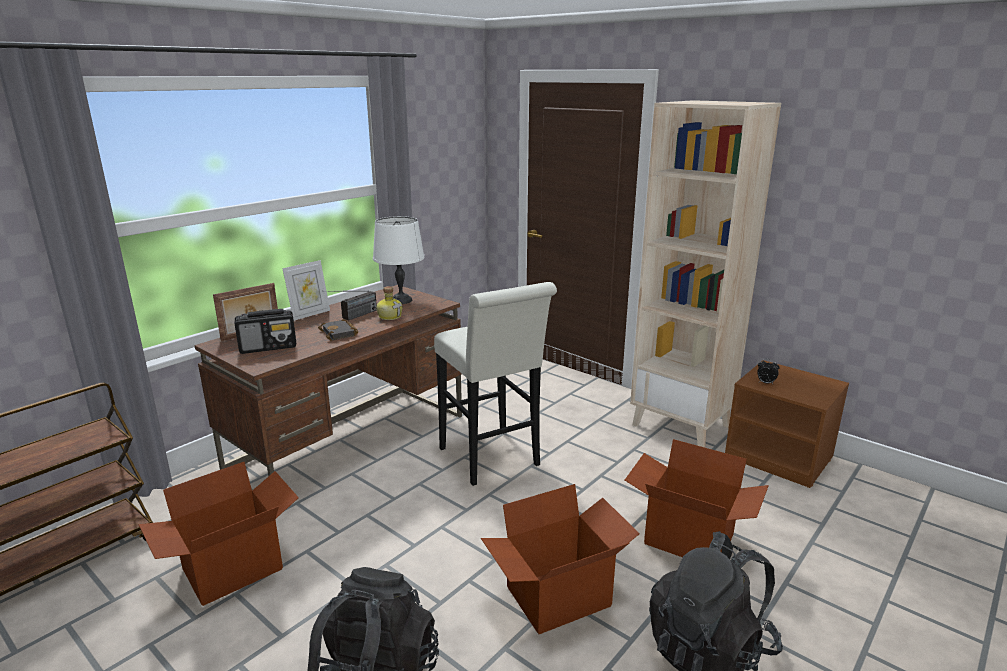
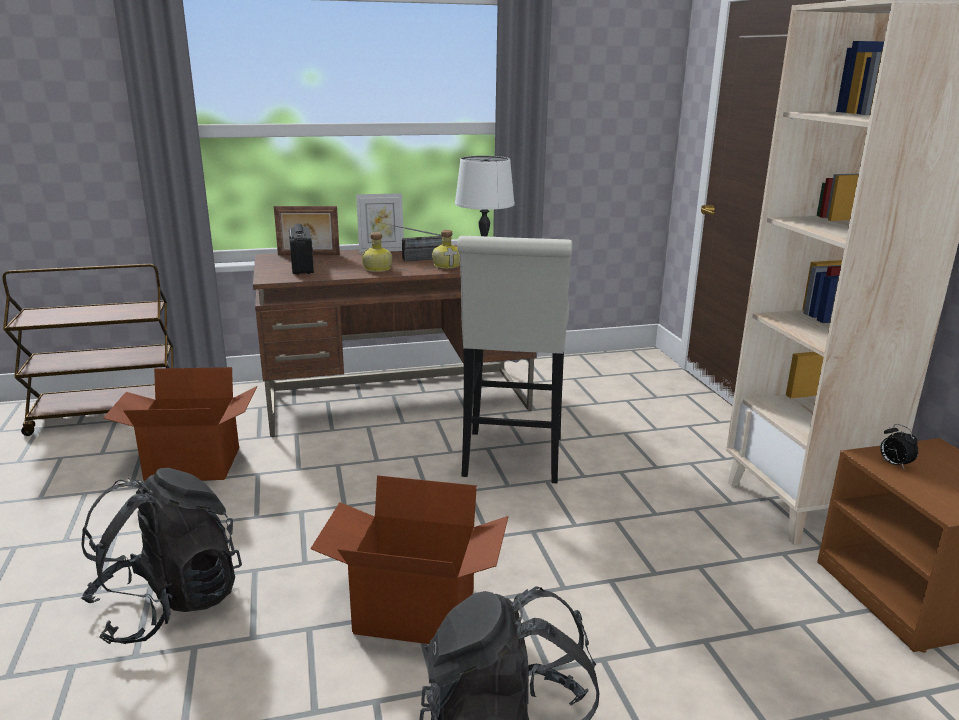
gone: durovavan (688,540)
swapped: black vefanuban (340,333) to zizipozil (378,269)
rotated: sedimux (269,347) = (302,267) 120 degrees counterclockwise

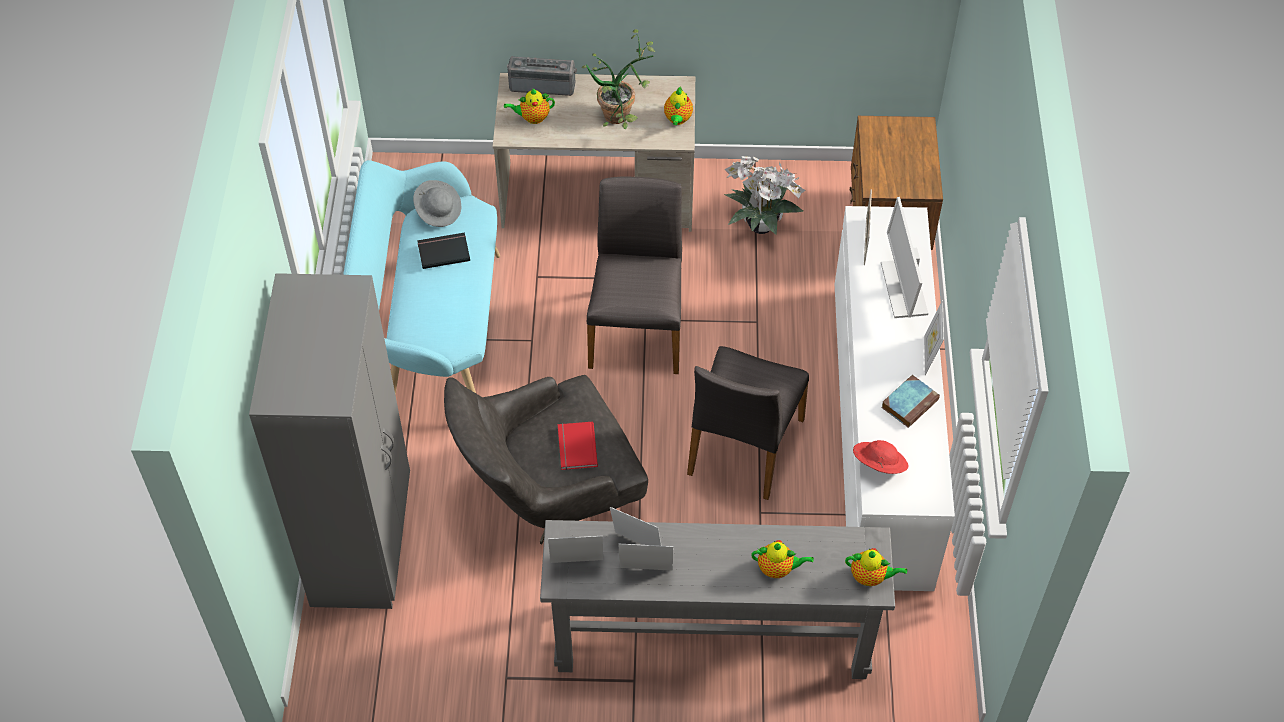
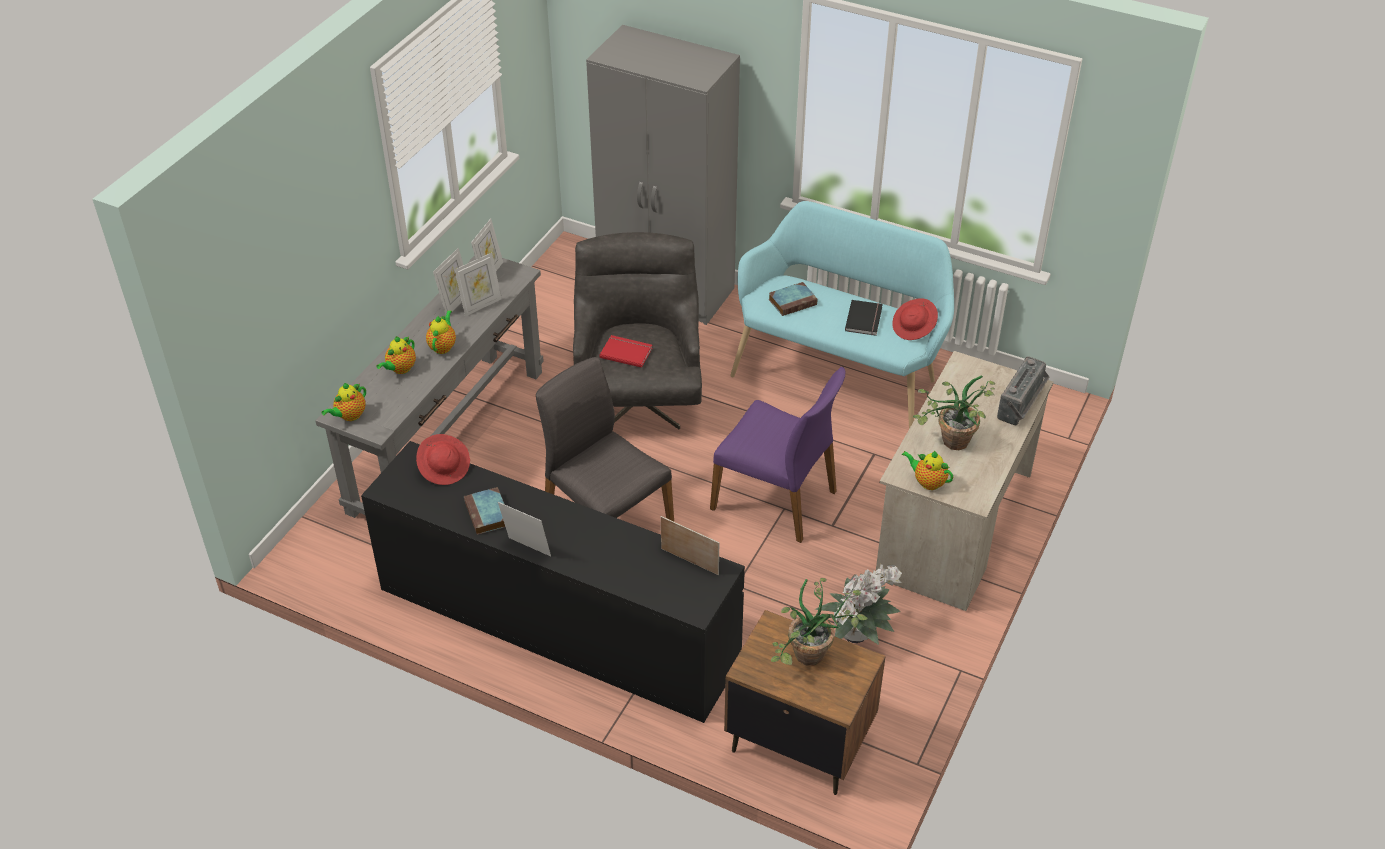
gone: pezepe (903,288)
new: vefanuban (793,301); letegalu (809,661)
shifted: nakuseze (532,118) to (443,346)
repainted: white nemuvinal (881,432) to black nemuvinal (557,624); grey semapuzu (637,329) to purple semapuzu (776,499); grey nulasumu (438,211) to red nulasumu (914,328)

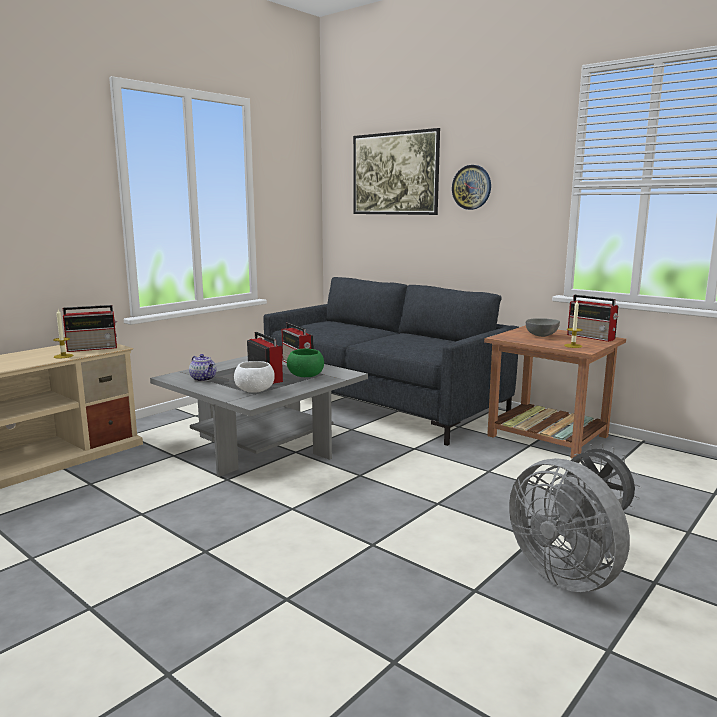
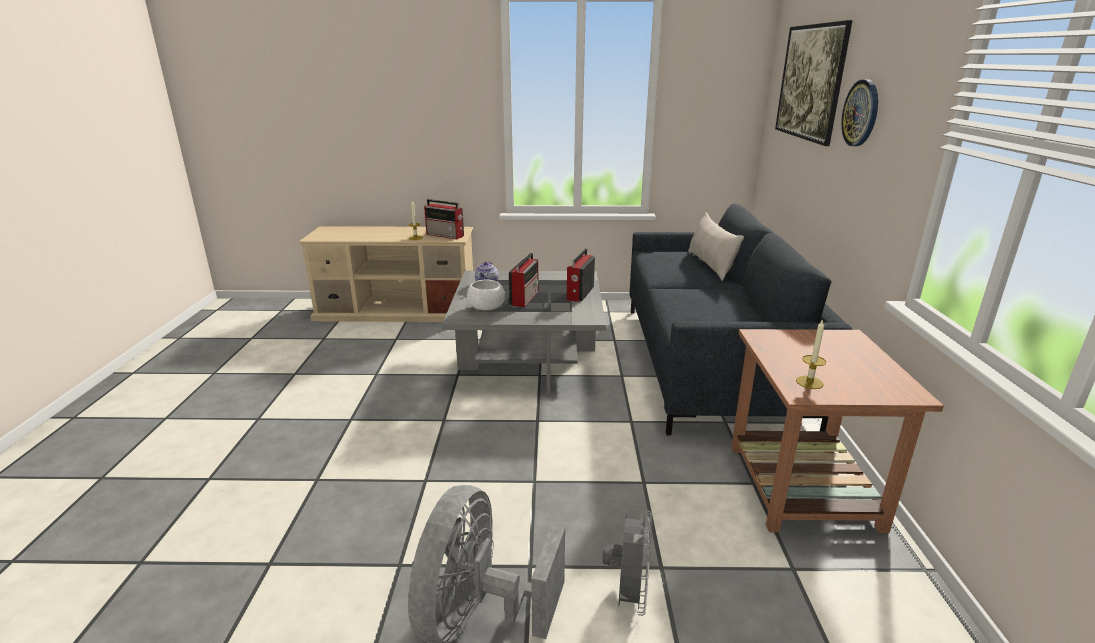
gone: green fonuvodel (306,376); grey fonuvodel (542,336); sedimux (592,337)
new: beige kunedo (710,265)

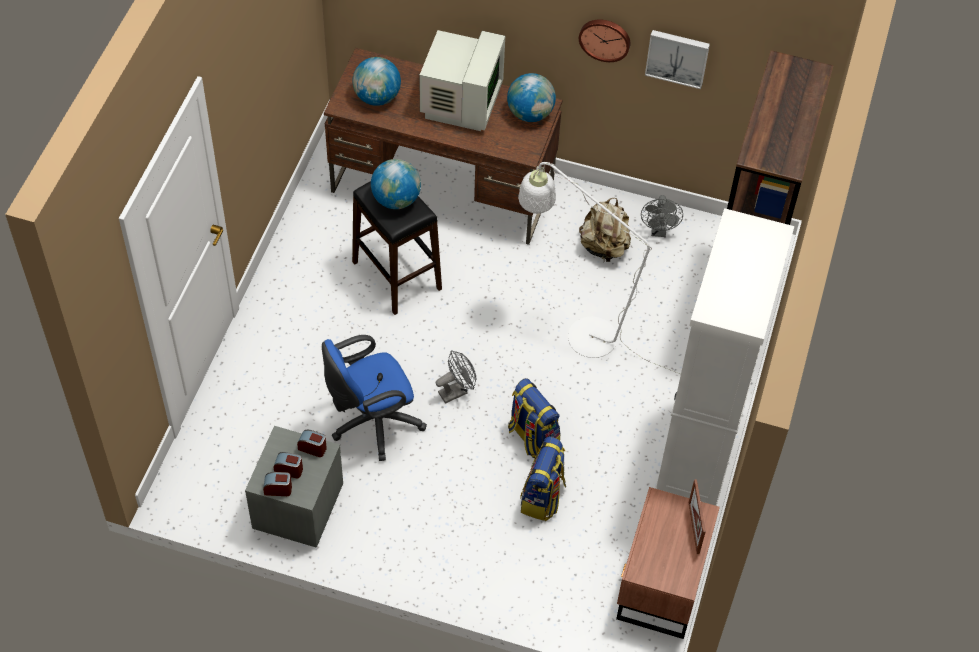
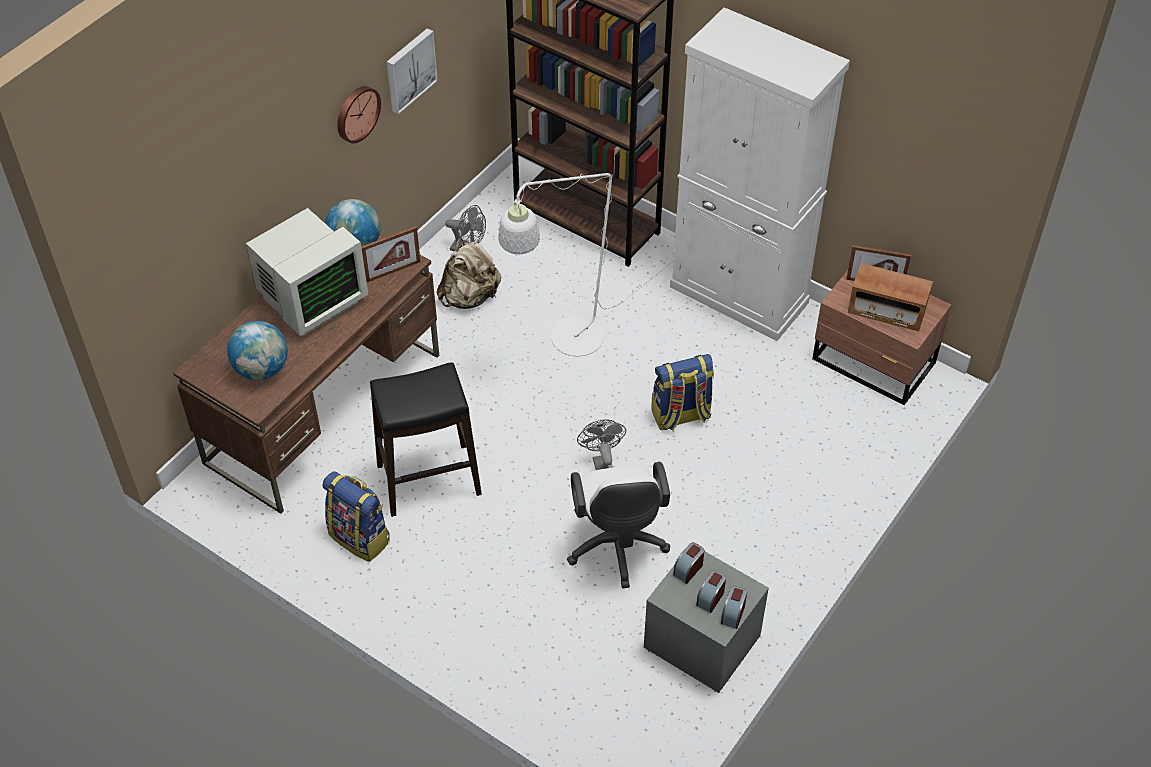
gone: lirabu (396,199)
new: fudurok (393,271); sedimux (886,311)
shifted: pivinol (543,497) to (360,537)
repainted: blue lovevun (372,423) to white lovevun (616,548)
rotated: pezepe (460,103) = (310,299) 105 degrees clockwise

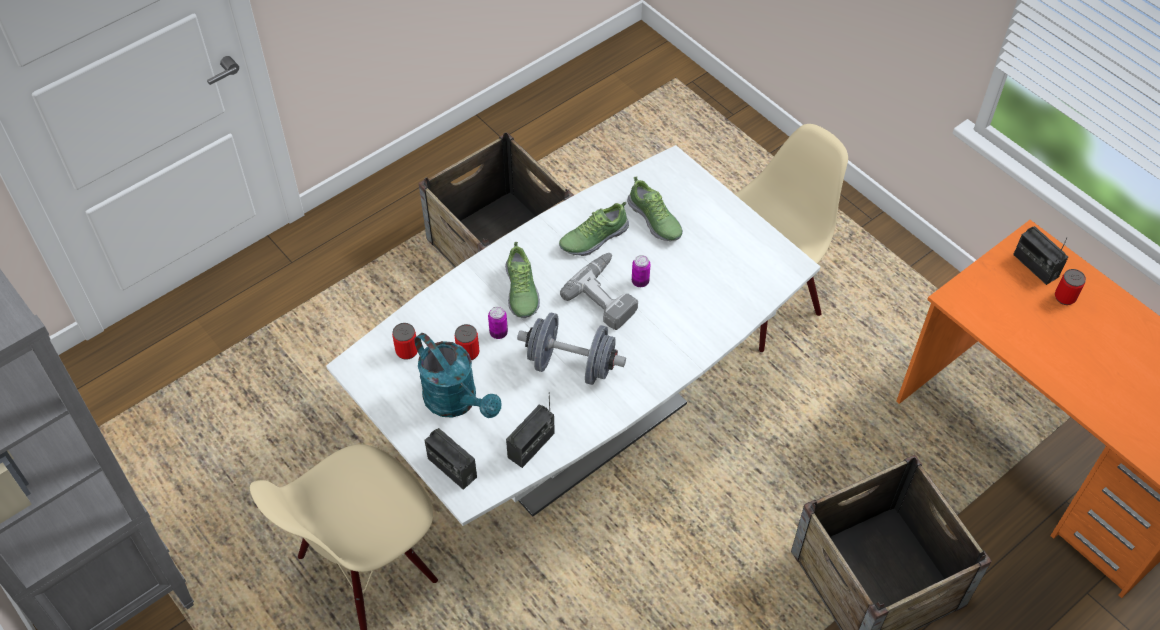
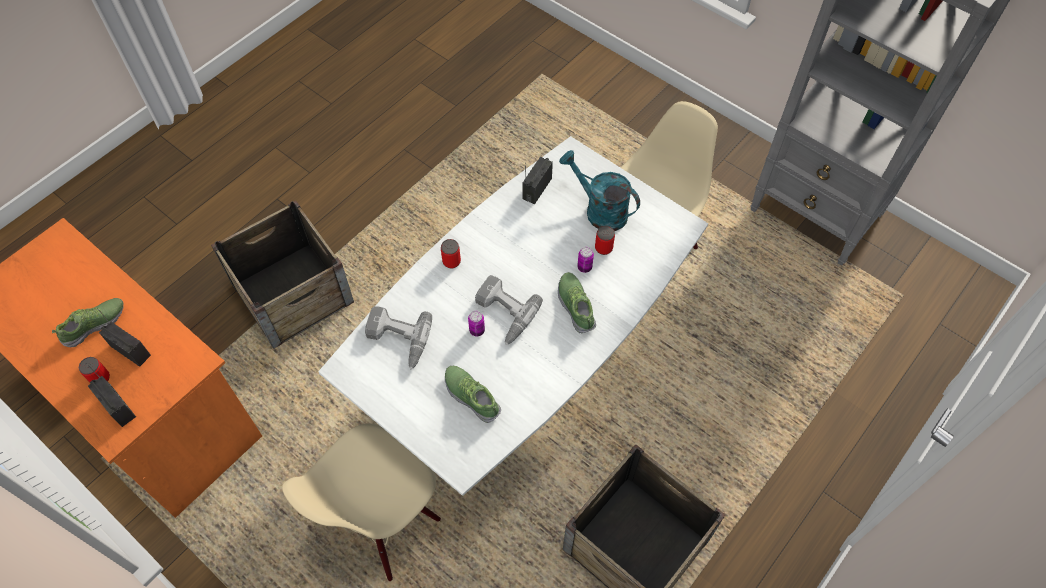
gone: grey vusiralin (571,365)
new: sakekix (397,340)
shifted: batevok (593,238) to (95,325); sedimux (452,468) to (131,350); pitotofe (407,351) to (451,261)

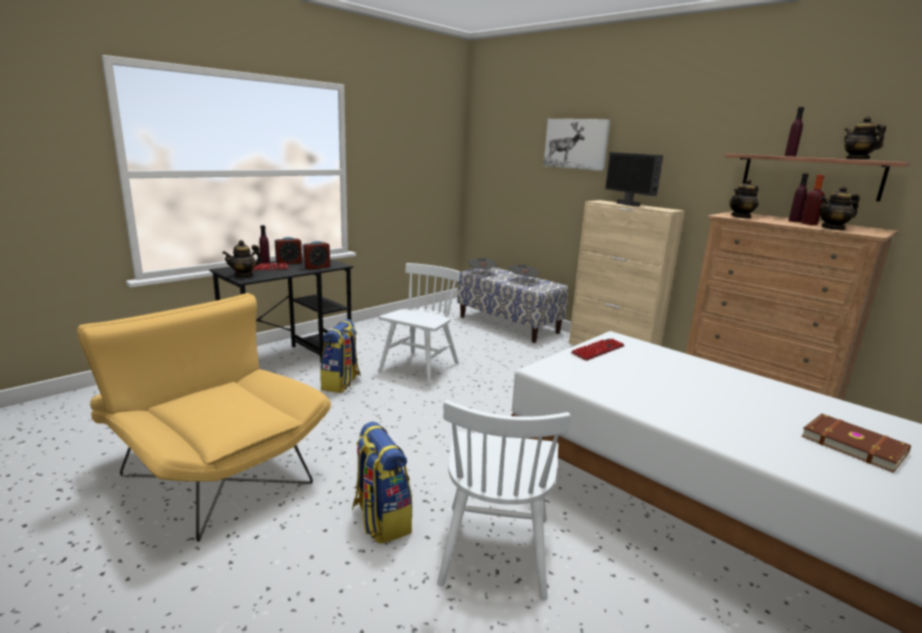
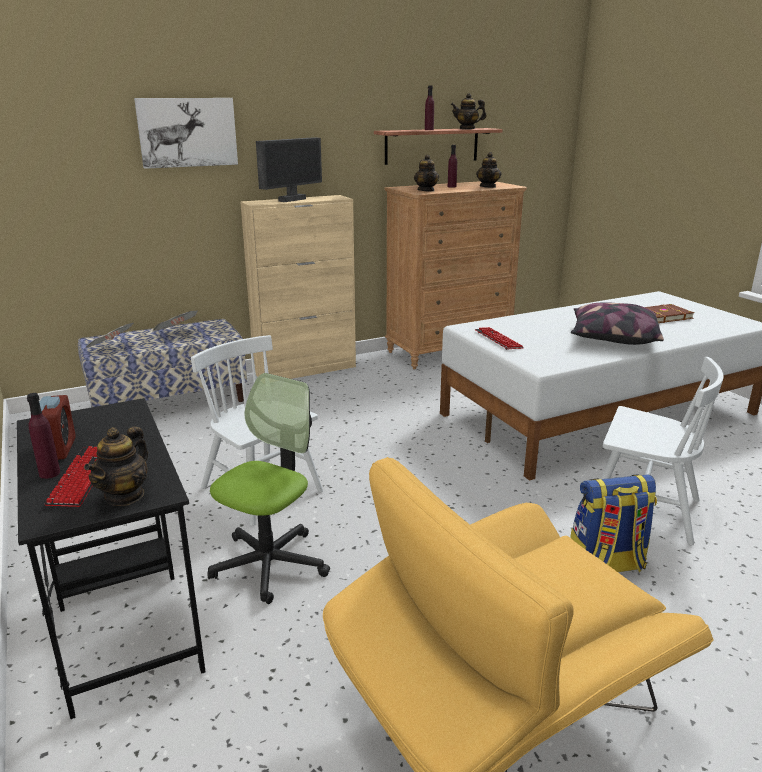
gone: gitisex (316,267); zizipozil (808,224)
new: kunedo (612,338)
swapped: pivinol (341,383) to lovevun (270,564)
rotated: nakuseze (244,275) = (124,495) 45 degrees clockwise; pezepe (628,204) = (291,200) 45 degrees counterclockwise

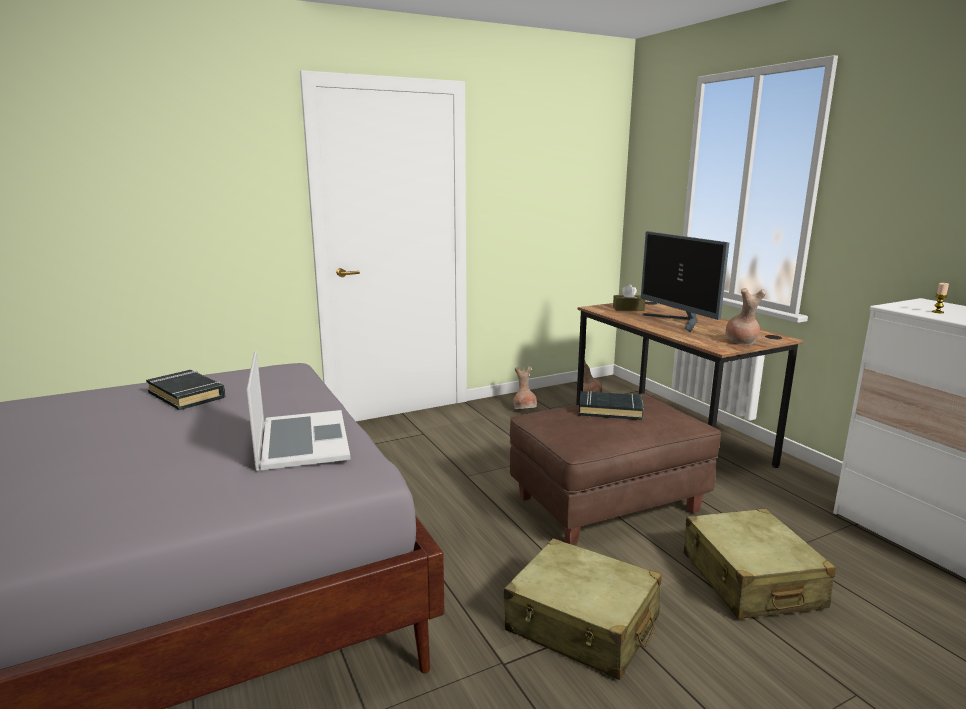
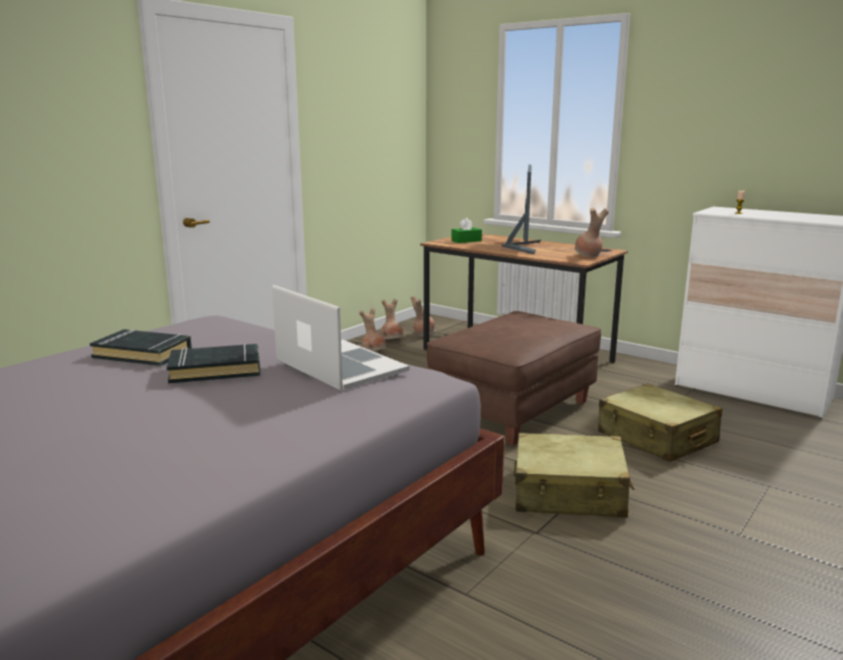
new: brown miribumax (392,341)
shifted: black vefanuban (610,410) to (215,370)
repainted: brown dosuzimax (628,309) to green dosuzimax (466,241)
rotated: pezepe (679,322) = (522,247) 120 degrees counterclockwise

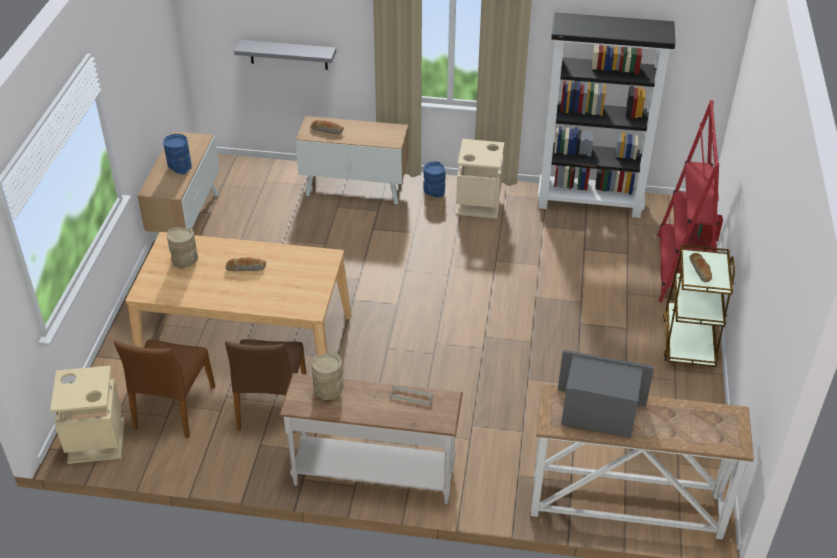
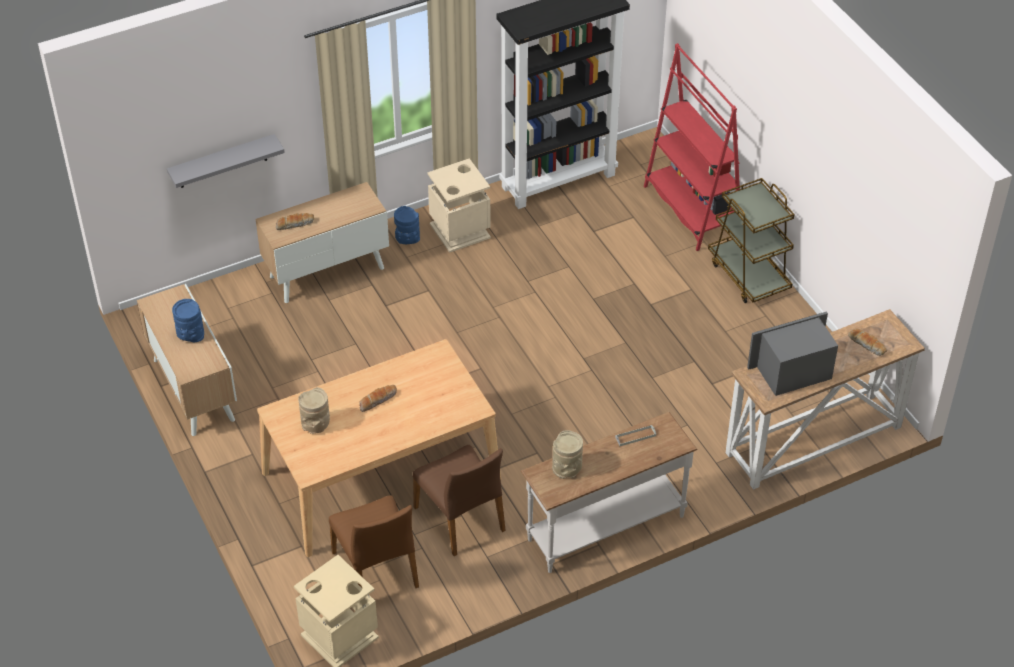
shifted: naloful (700,271) to (867,345)

